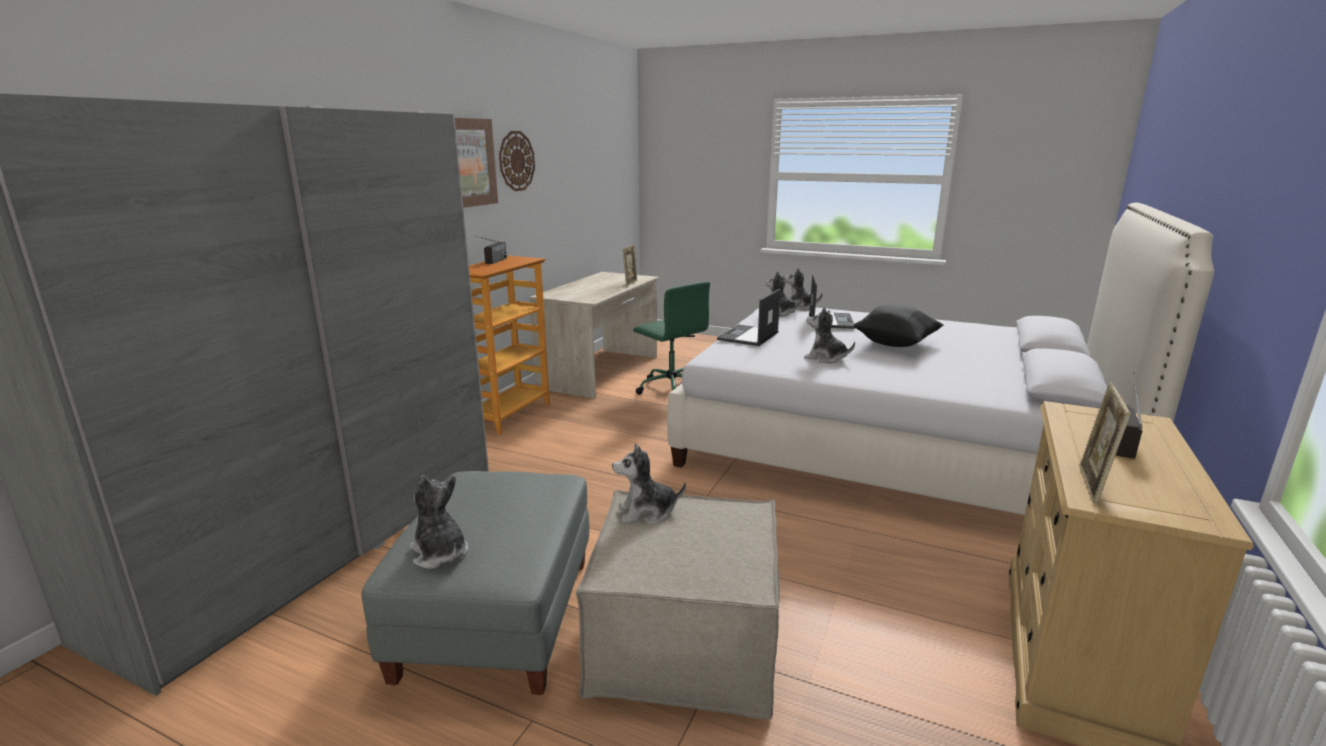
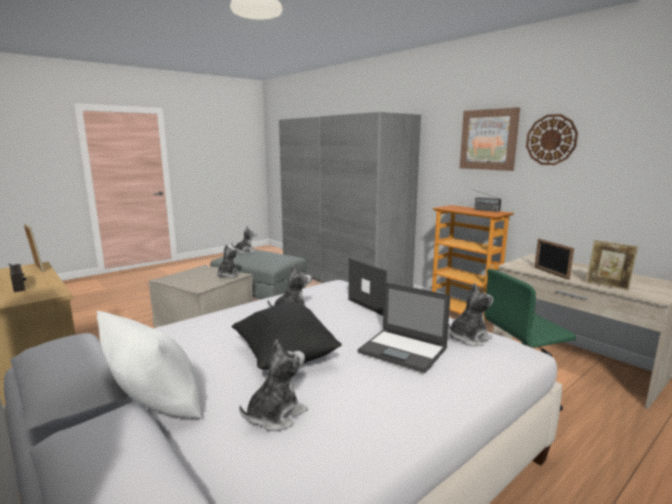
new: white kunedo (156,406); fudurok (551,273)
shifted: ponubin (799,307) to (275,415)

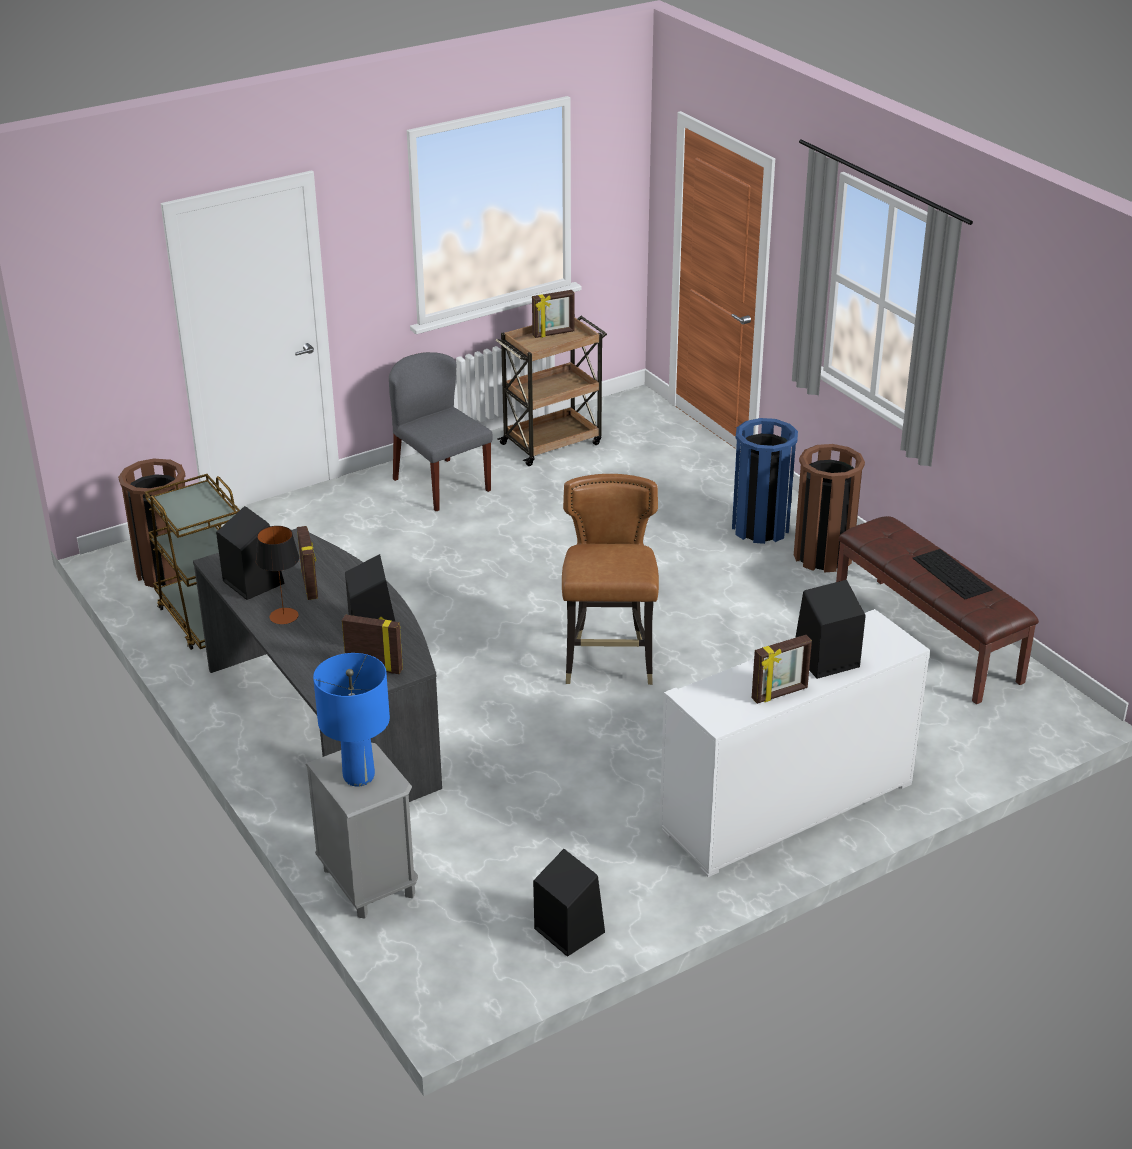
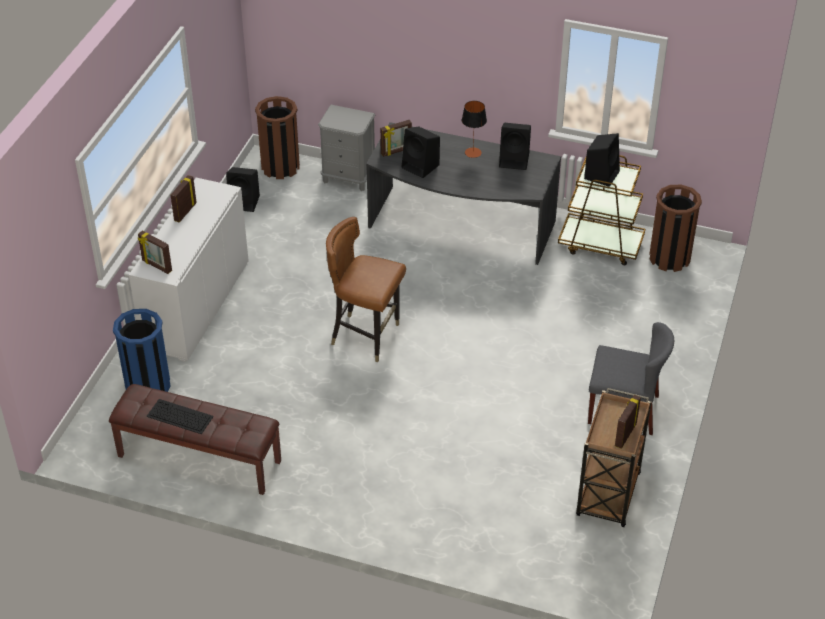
gone: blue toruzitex (358,776)
shifted: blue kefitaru (760,528) to (148,385); fudurok (310,585) to (156,266); brown kefitaru (823,556) to (280,167); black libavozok (824,660) to (602,174)
rotated: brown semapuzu (609,662) = (366,336) 150 degrees clockwise

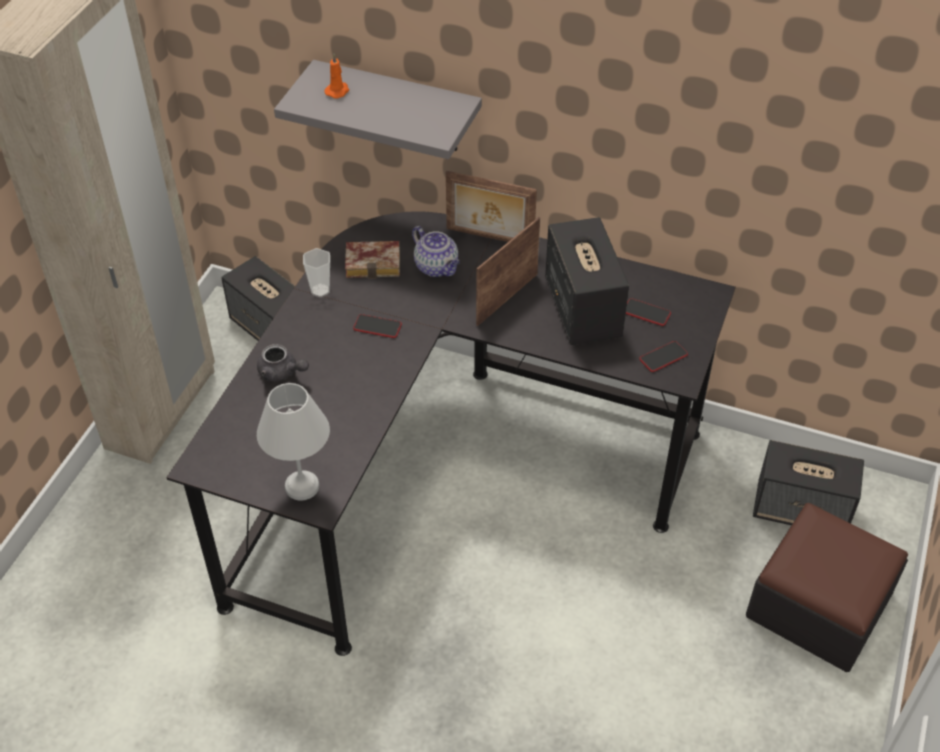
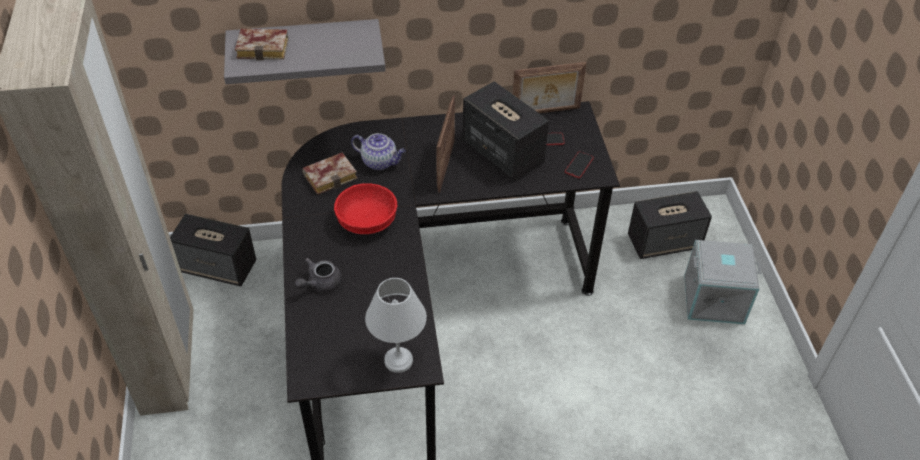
gone: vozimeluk (320,290)
shifted: fudurok (489,238) to (545,112)
swapped: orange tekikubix (338,91) to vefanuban (265,48); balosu (377,327) to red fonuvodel (368,221); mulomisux (819,605) to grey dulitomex (714,298)
rotated: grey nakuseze (282,372) = (320,283) 135 degrees clockwise

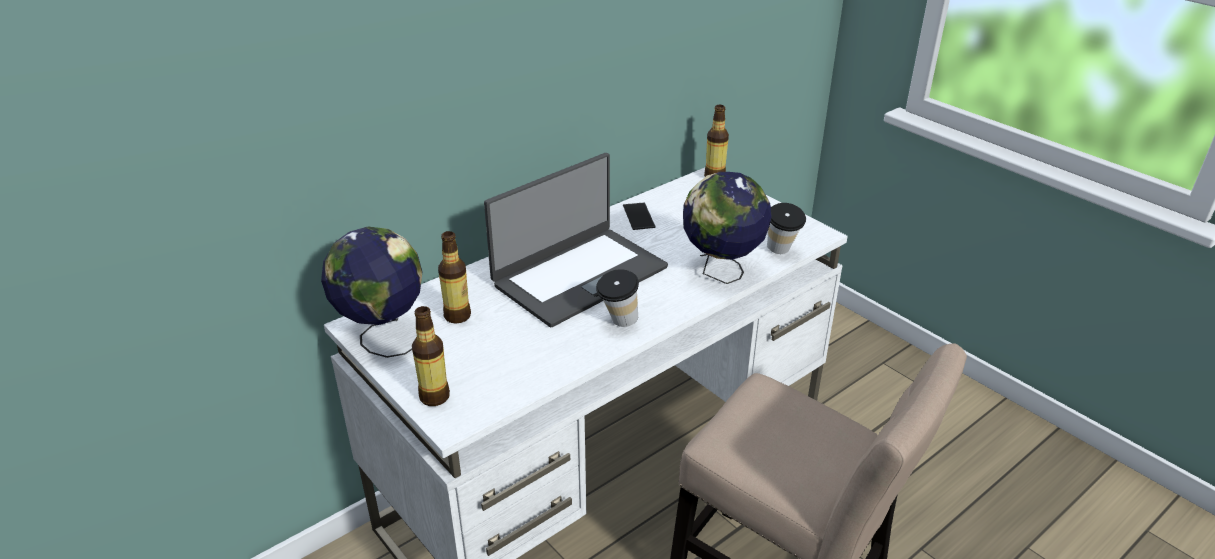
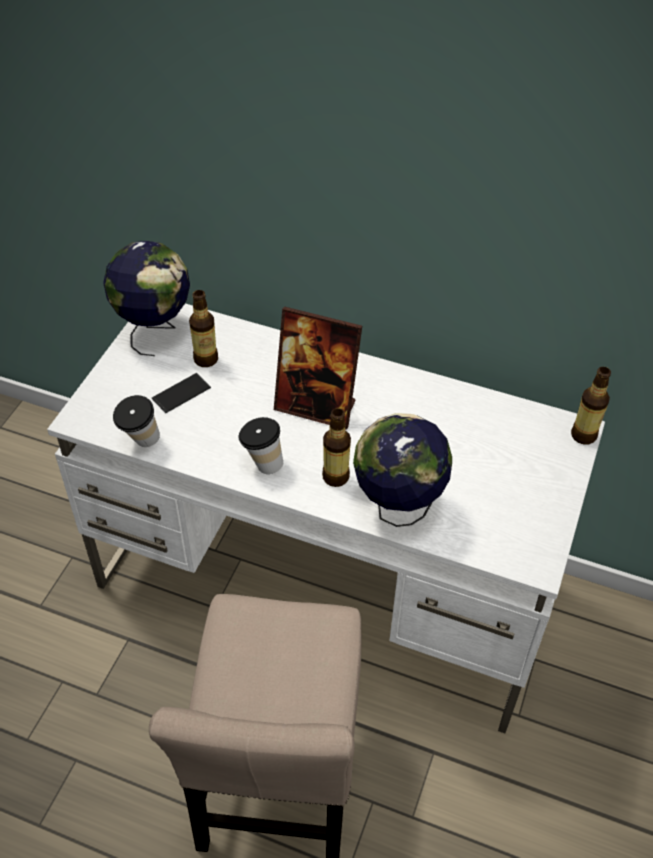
shifted: vozimeluk (781,252) to (140,443); balosu (638,216) to (181,393); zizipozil (434,397) to (335,477)
swapped: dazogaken (578,275) to fudurok (316,407)

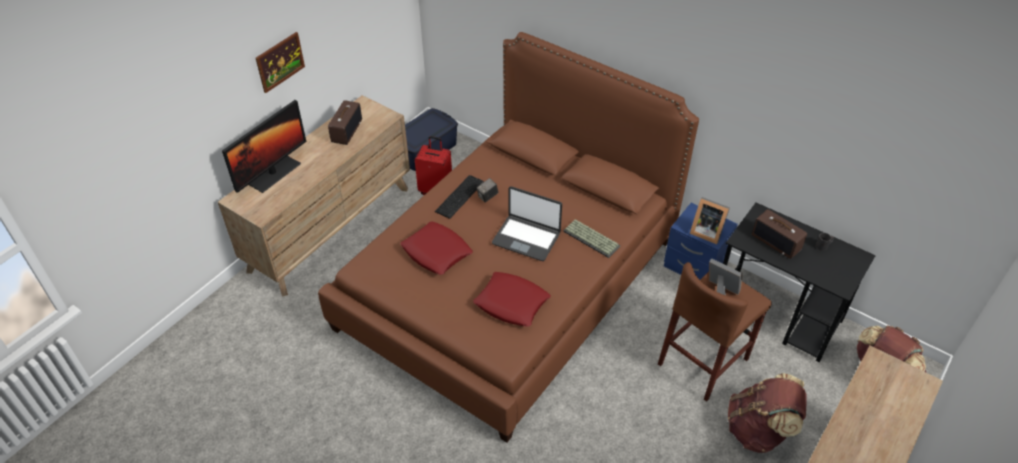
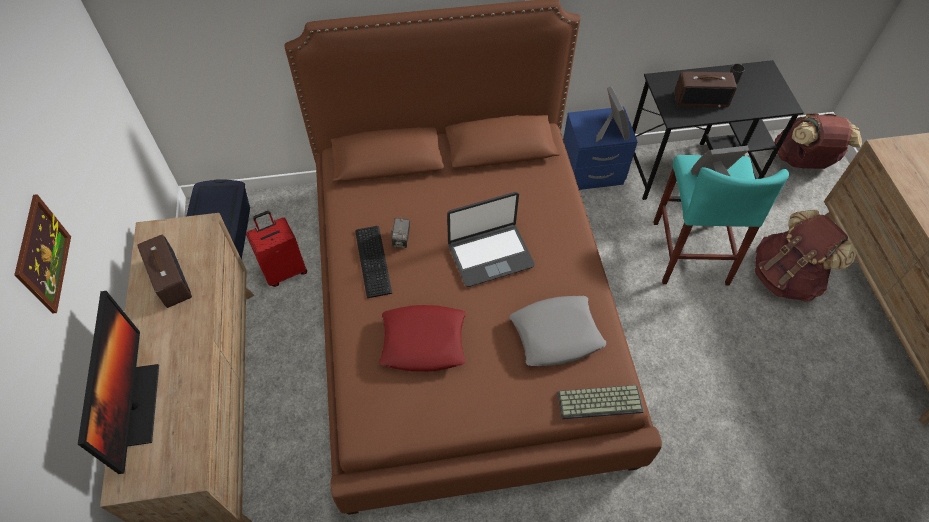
shifted: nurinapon (592,238) to (600,400)
repainted: red kunedo (512,303) to grey kunedo (556,334); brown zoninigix (703,361) to turquoise zoninigix (689,252)
rotated: fudurok (706,231) = (610,131) 90 degrees counterclockwise

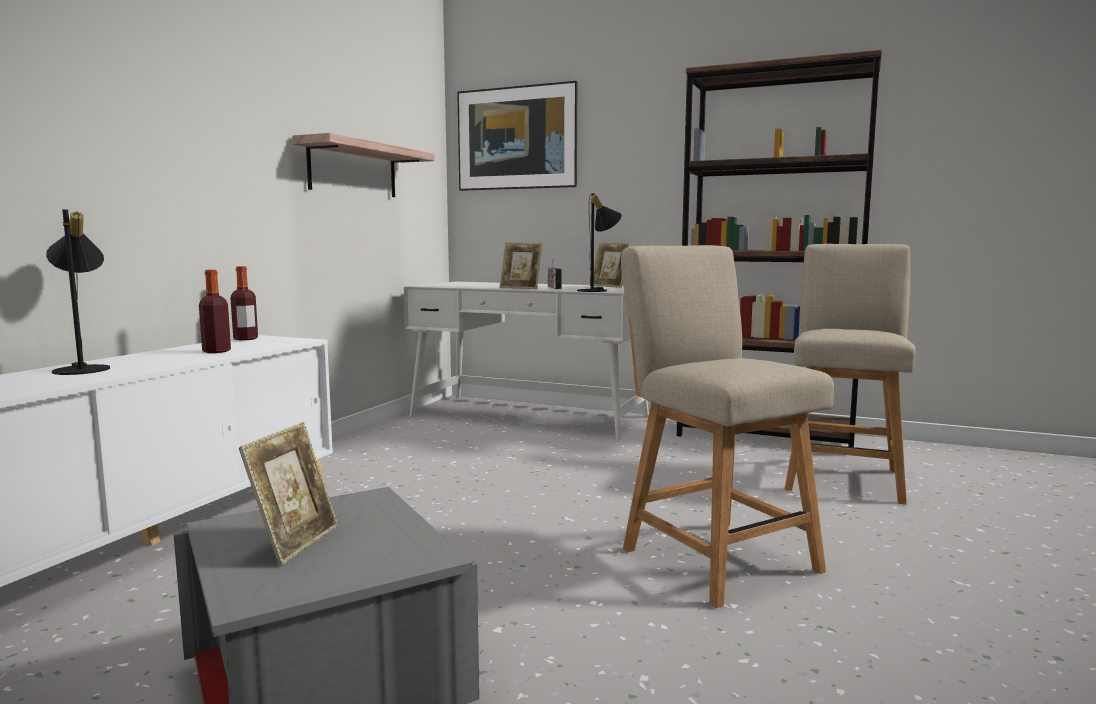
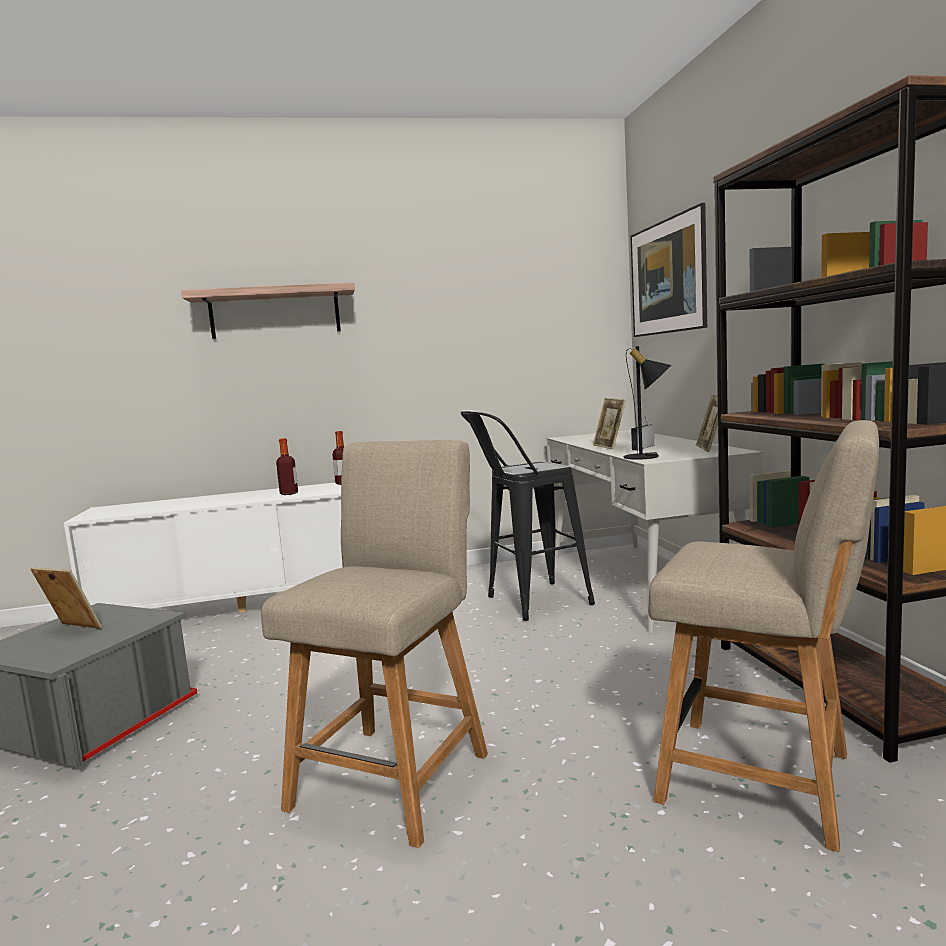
gone: black toruzitex (84,368)
new: black zoninigix (528,603)
shifted: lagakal (353,170) to (275,313)
rotated: fudurok (295,543) = (72,630) 135 degrees counterclockwise; beige semapuzu (843,477) = (766,780) 45 degrees clockwise

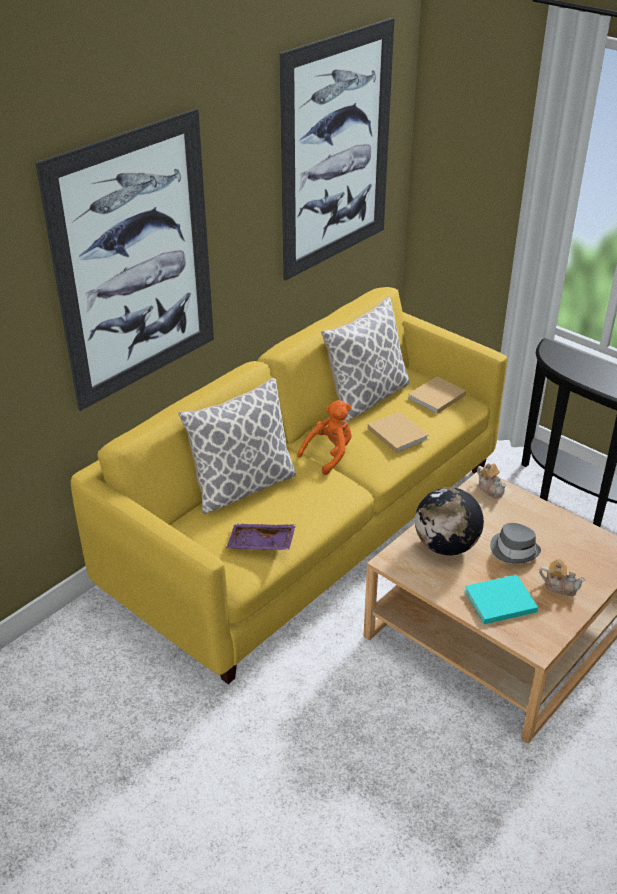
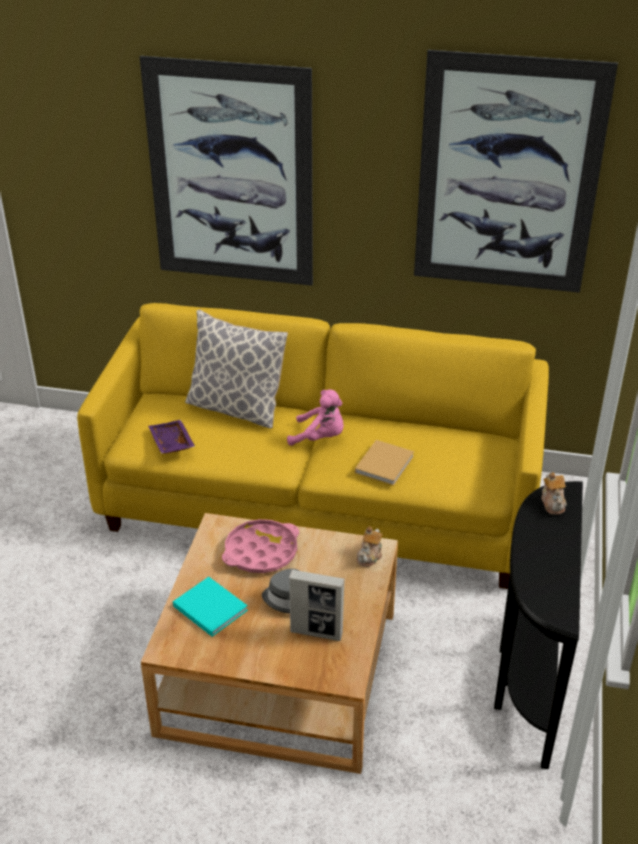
gone: kunedo (366,397); beige vefanuban (435,397)
new: fudurok (316,633)
shifted: nakuseze (560,586) to (553,503)
swapped: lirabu (445,546) to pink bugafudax (261,551)
repainted: orange ponubin (329,454) to pink ponubin (320,438)

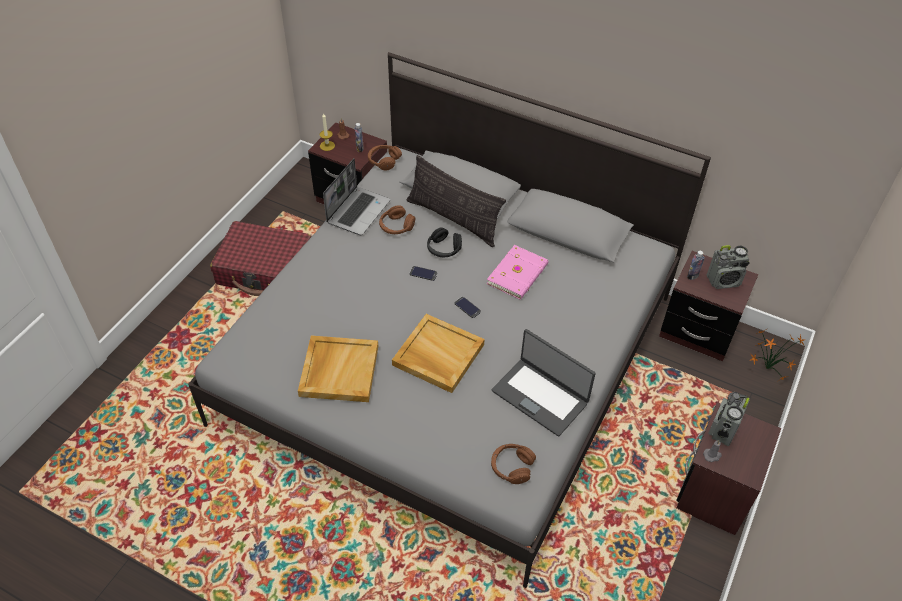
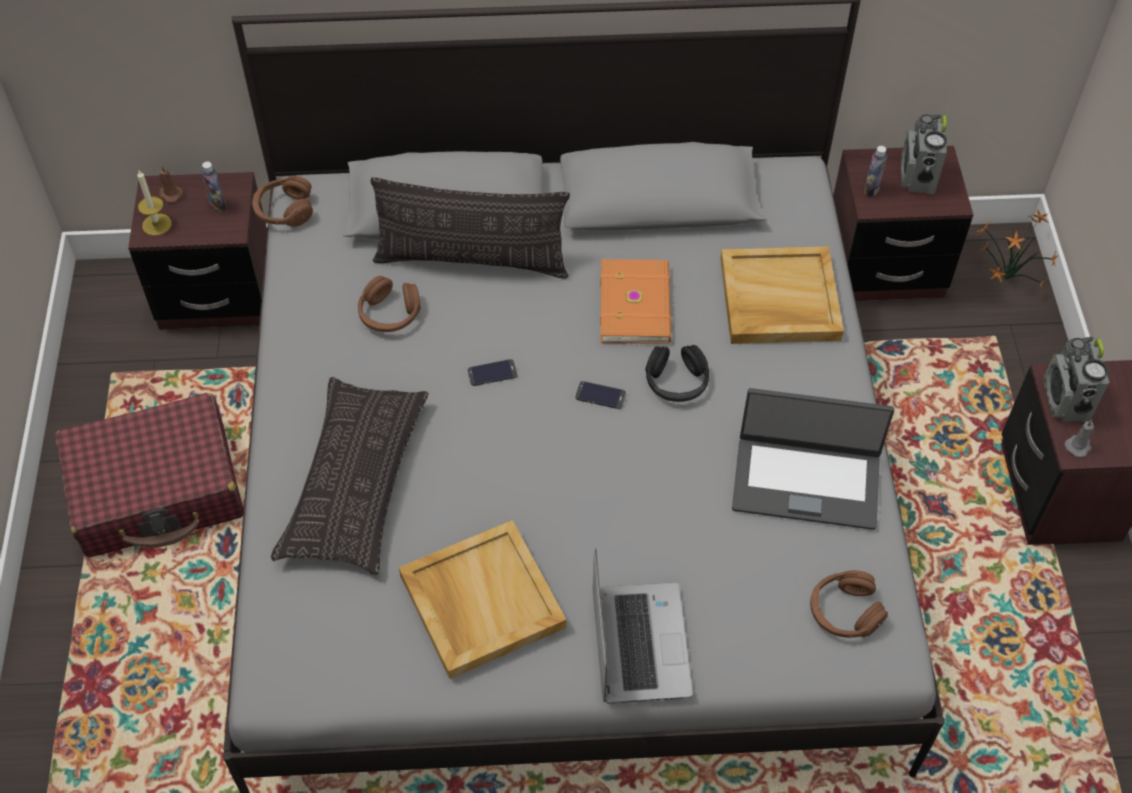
new: kunedo (354,483)
shifted: dazogaken (358,211) to (638,642); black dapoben (444,249) to (676,382); beige bugafudax (437,355) to (778,300)
repainted: pink vefanuban (518,274) to orange vefanuban (637,304)
rotated: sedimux (724,281) = (917,177) 135 degrees clockwise

